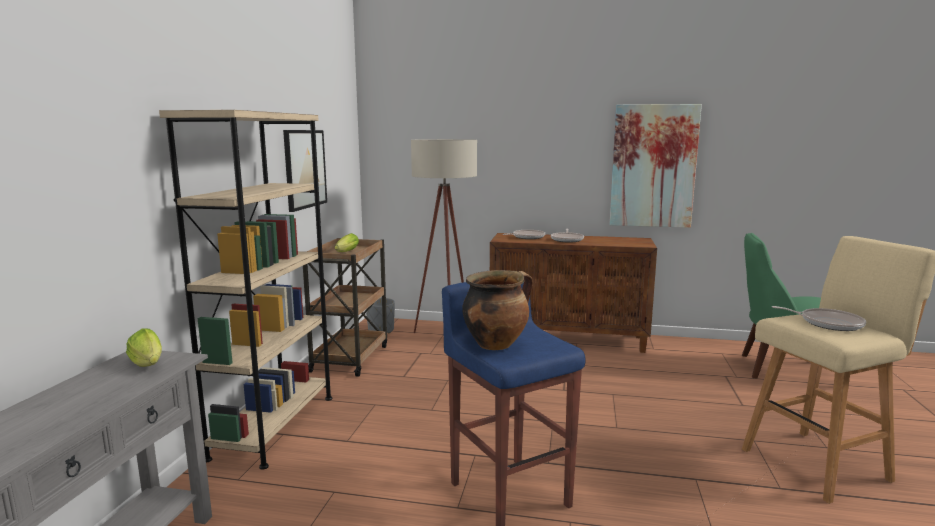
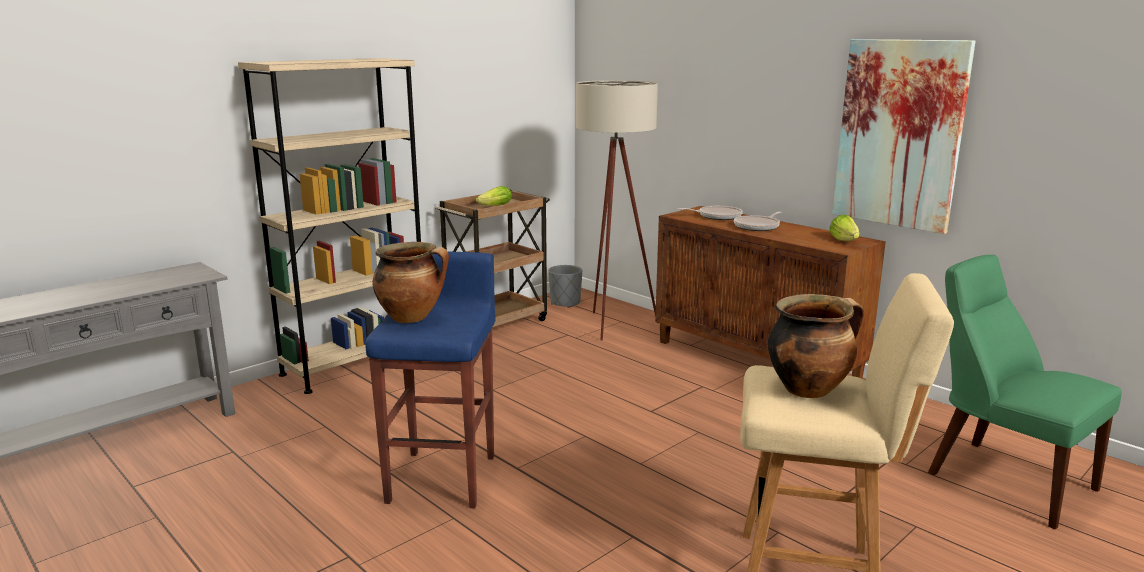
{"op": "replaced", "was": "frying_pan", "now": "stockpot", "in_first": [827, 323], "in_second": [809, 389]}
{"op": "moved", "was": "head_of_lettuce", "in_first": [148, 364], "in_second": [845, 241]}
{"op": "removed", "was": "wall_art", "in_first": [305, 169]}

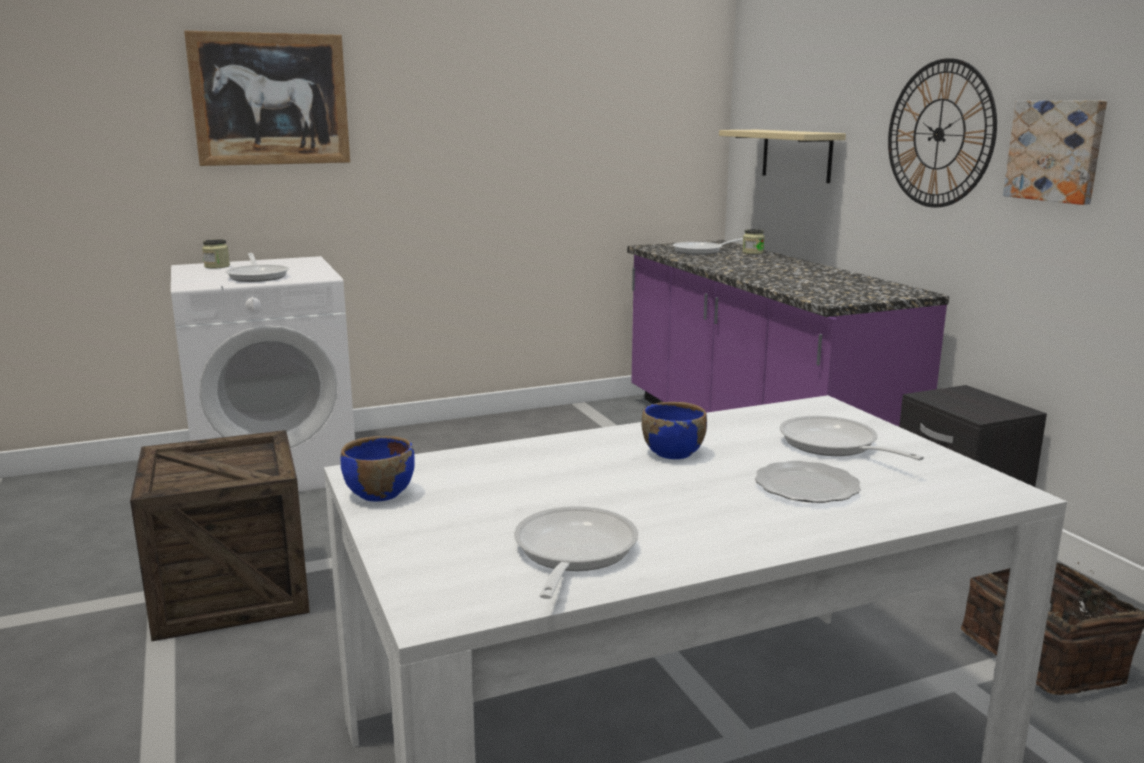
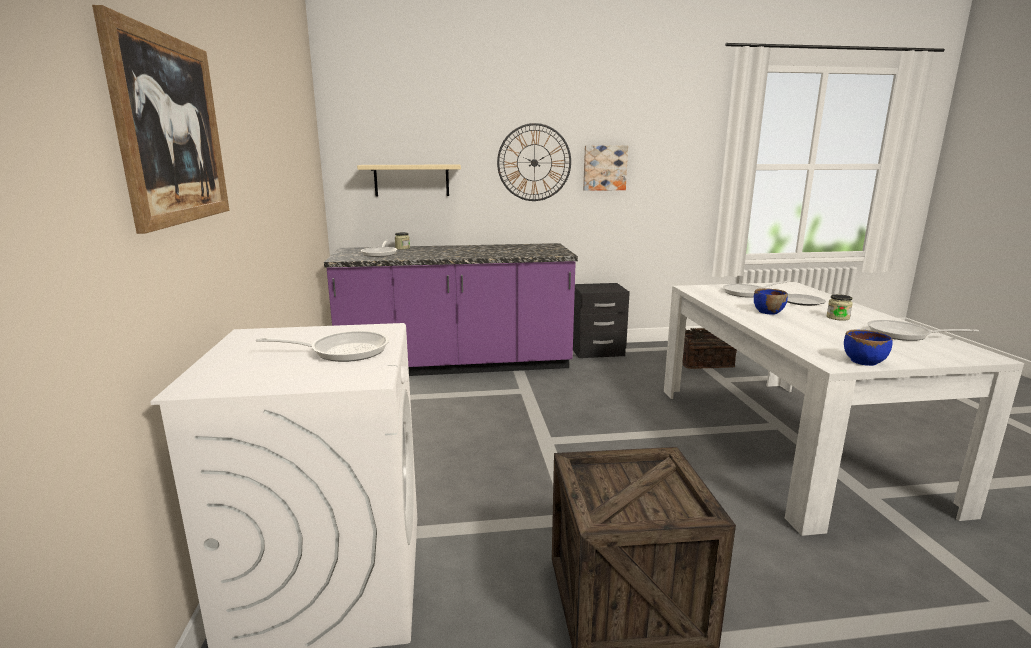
{"op": "moved", "was": "storage_jar", "in_first": [217, 266], "in_second": [837, 317]}

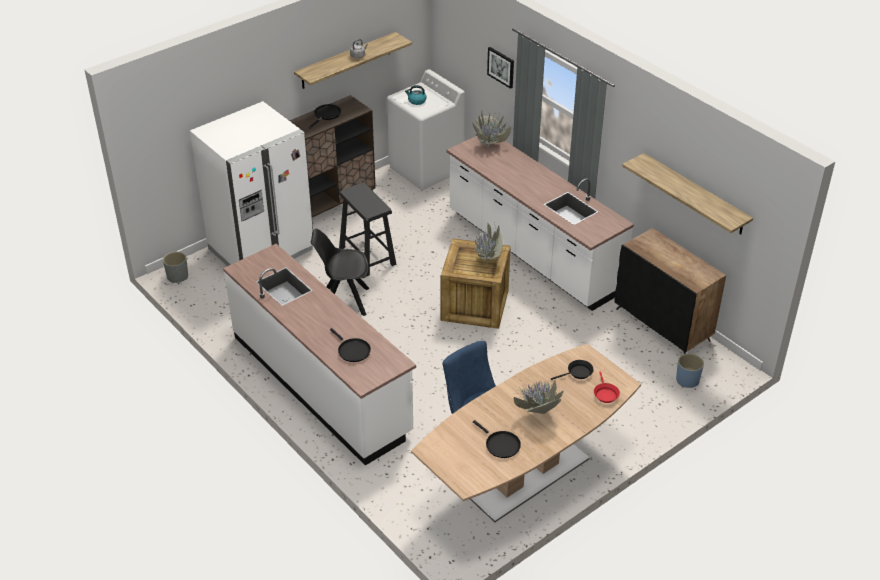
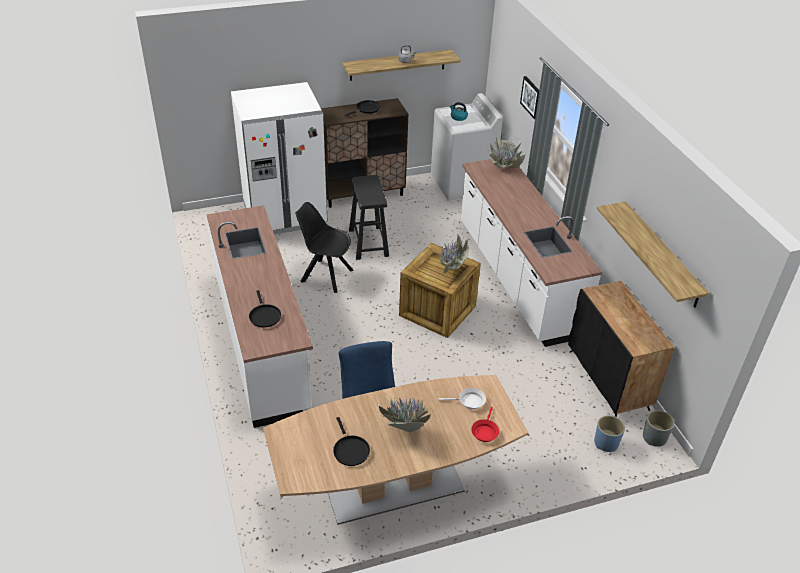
{"op": "recoloured", "was": "blackish_frying_pan", "now": "white_frying_pan", "in_first": [578, 373], "in_second": [469, 401]}
{"op": "moved", "was": "gray_planter", "in_first": [178, 276], "in_second": [654, 437]}

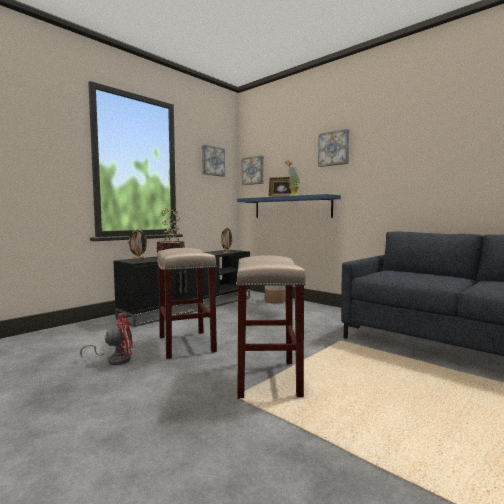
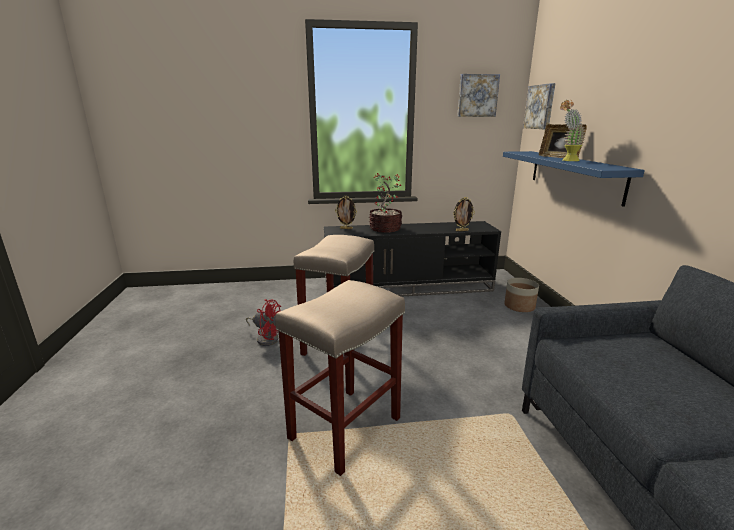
{"op": "removed", "was": "wall_art", "in_first": [334, 148]}

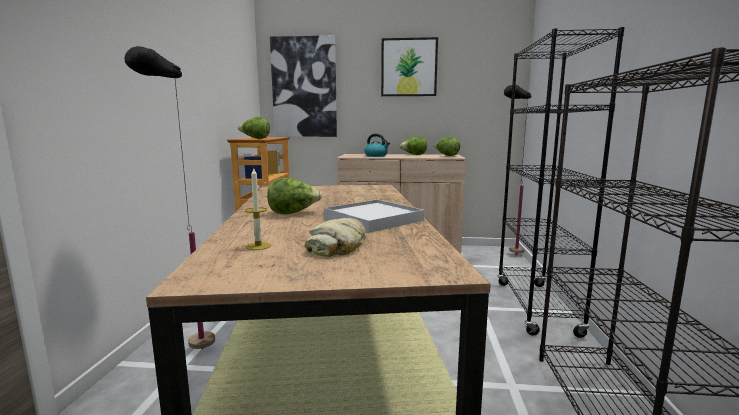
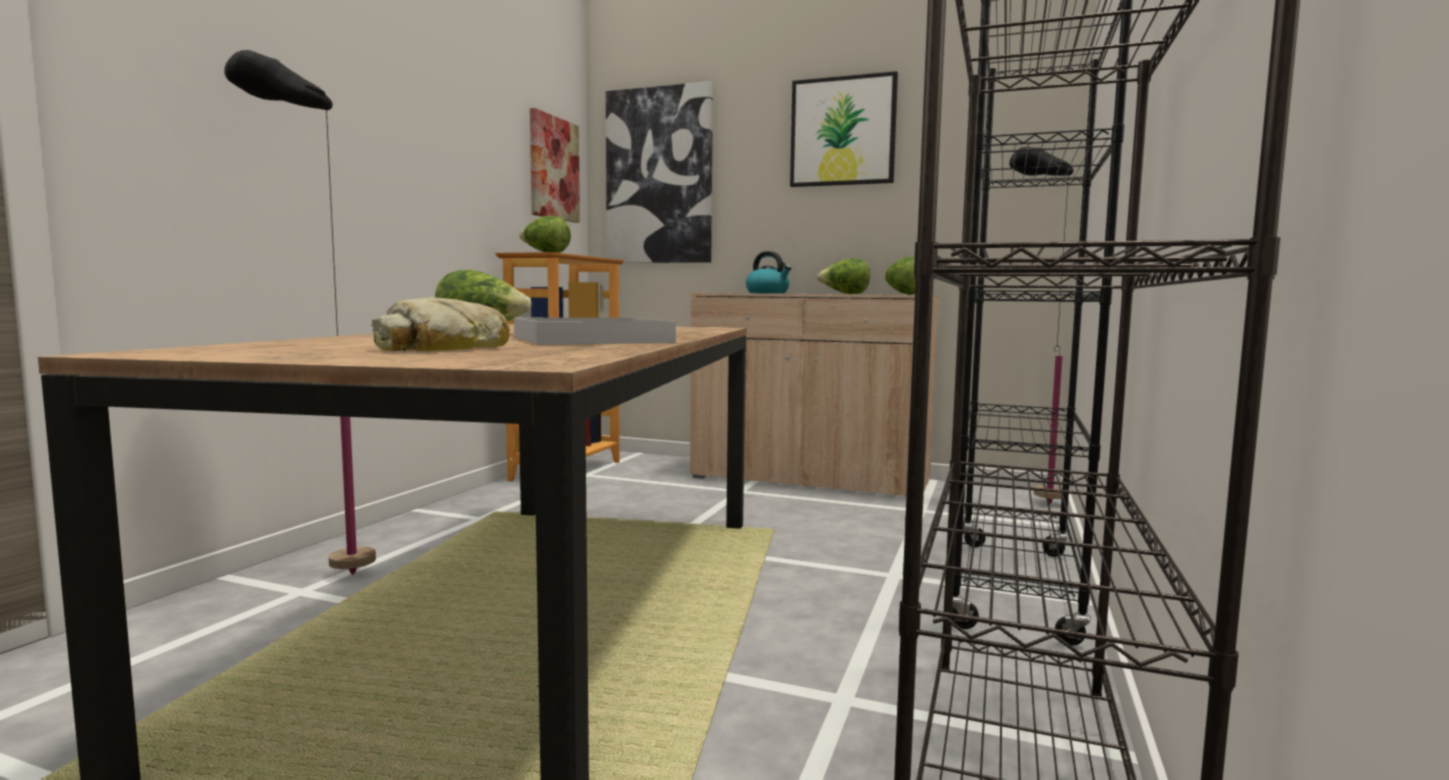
{"op": "added", "now": "wall_art", "in_second": [553, 168]}
{"op": "removed", "was": "wax_light", "in_first": [258, 246]}

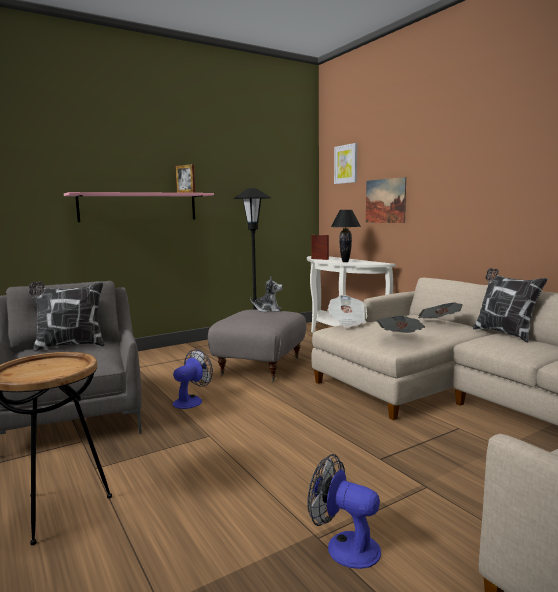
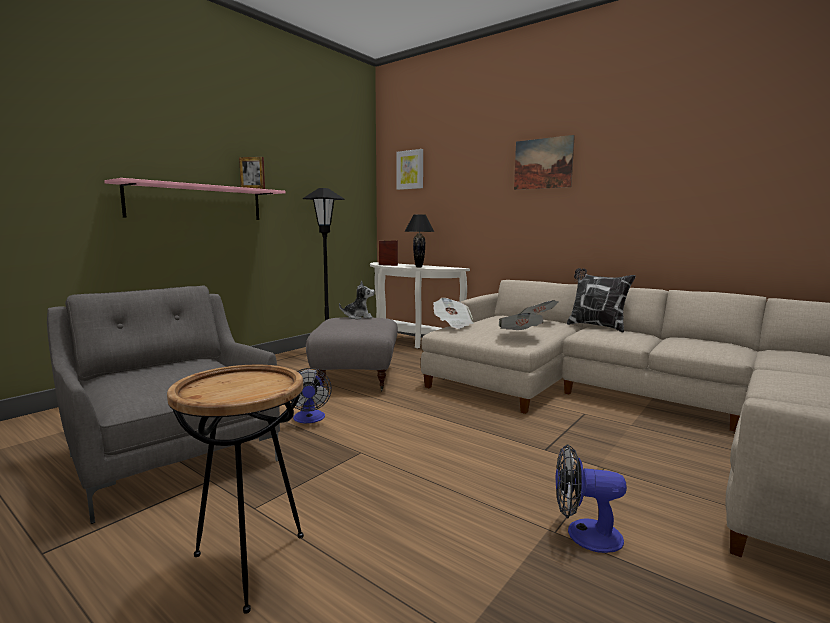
{"op": "turned", "was": "cooling_fan", "in_first": [191, 401], "in_second": [309, 419], "clockwise": 150}
{"op": "moved", "was": "wall_art", "in_first": [385, 201], "in_second": [543, 163]}
{"op": "removed", "was": "throw_pillow", "in_first": [69, 346]}

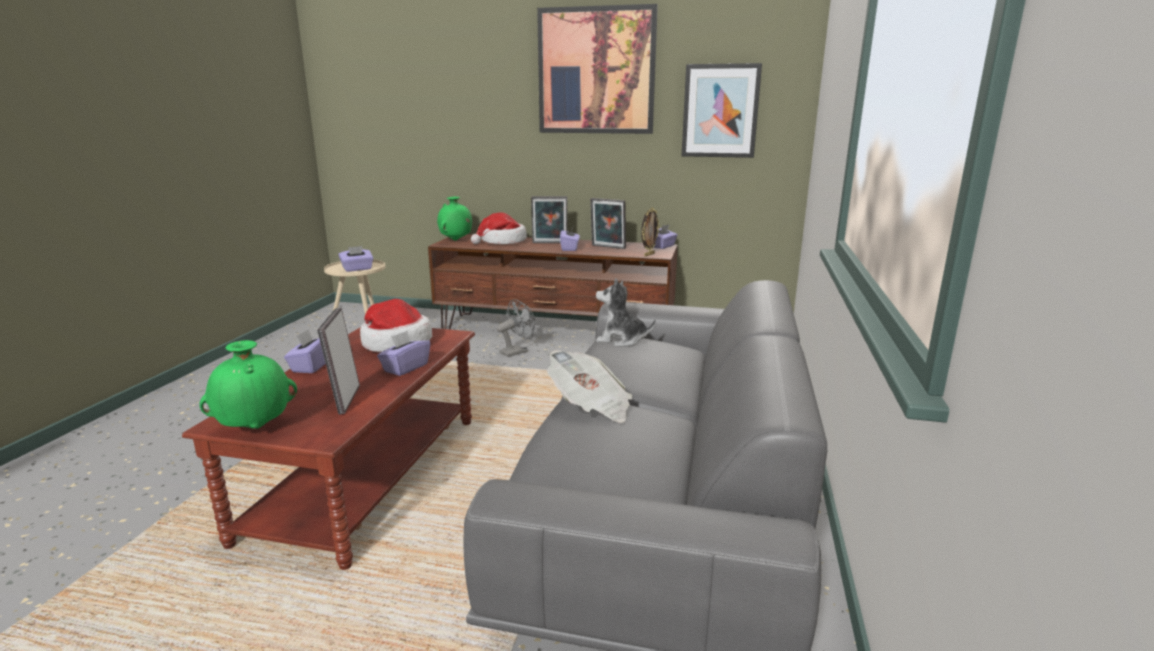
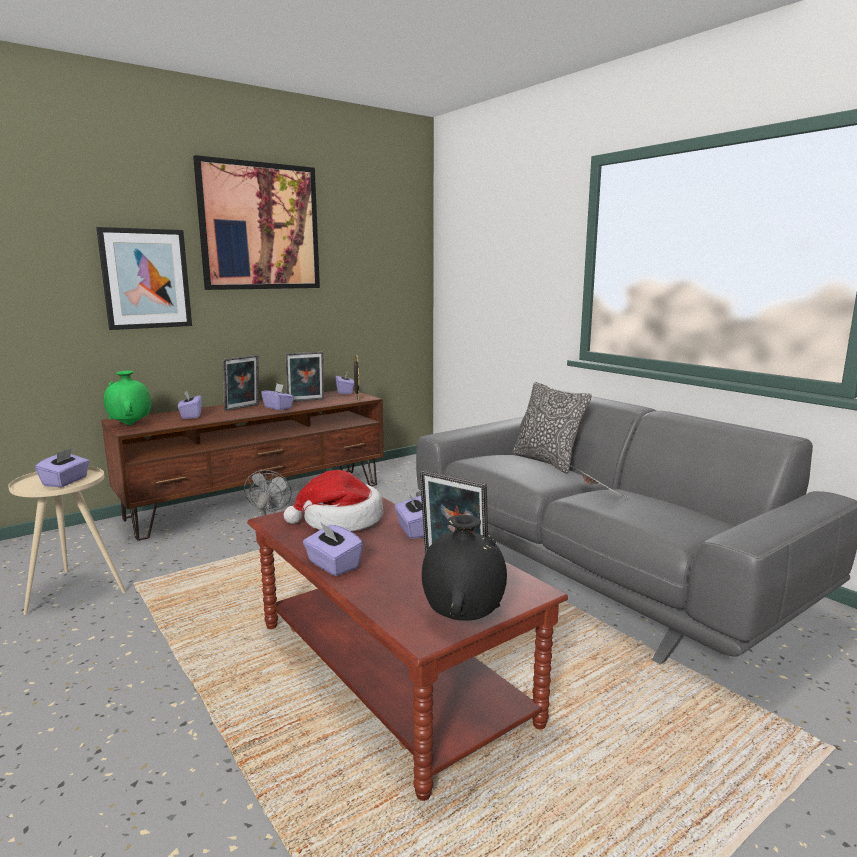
{"op": "moved", "was": "wall_art", "in_first": [720, 111], "in_second": [146, 279]}
{"op": "replaced", "was": "wearable_hat", "now": "purplish_tissue_box", "in_first": [502, 242], "in_second": [191, 416]}
{"op": "recoloured", "was": "greenish_vase", "now": "blackish_vase", "in_first": [256, 427], "in_second": [463, 617]}
{"op": "added", "now": "throw_pillow", "in_second": [547, 461]}
{"op": "removed", "was": "soft_toy", "in_first": [621, 340]}

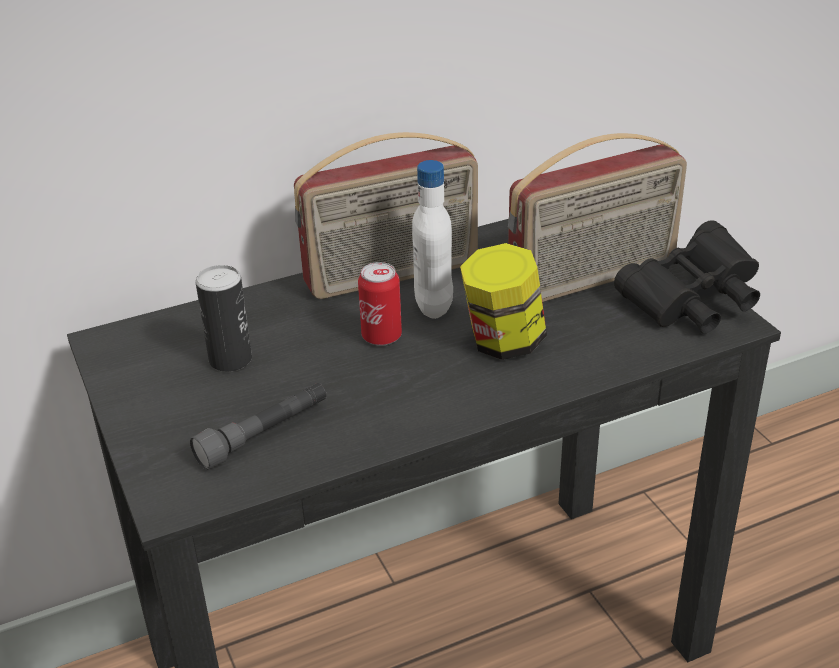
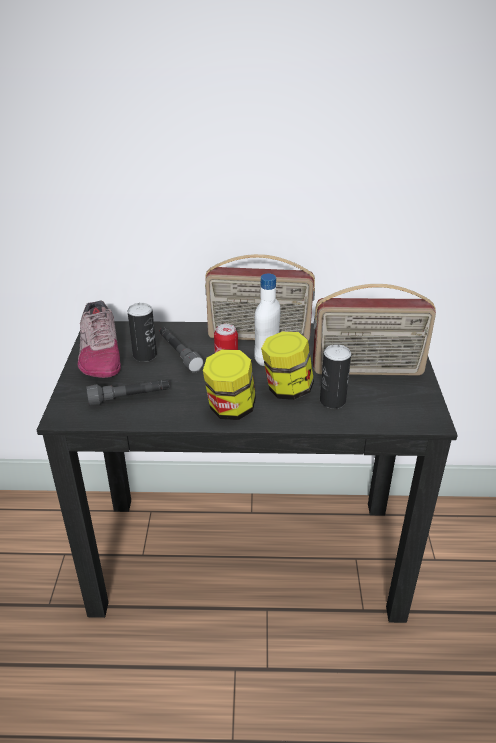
{"op": "added", "now": "item_of_footwear", "in_second": [100, 353]}
{"op": "added", "now": "gray_flashlight", "in_second": [179, 354]}
{"op": "added", "now": "storage_jar", "in_second": [230, 409]}
{"op": "added", "now": "sealed_can", "in_second": [332, 401]}
{"op": "removed", "was": "blackish_pair_of_binoculars", "in_first": [691, 303]}

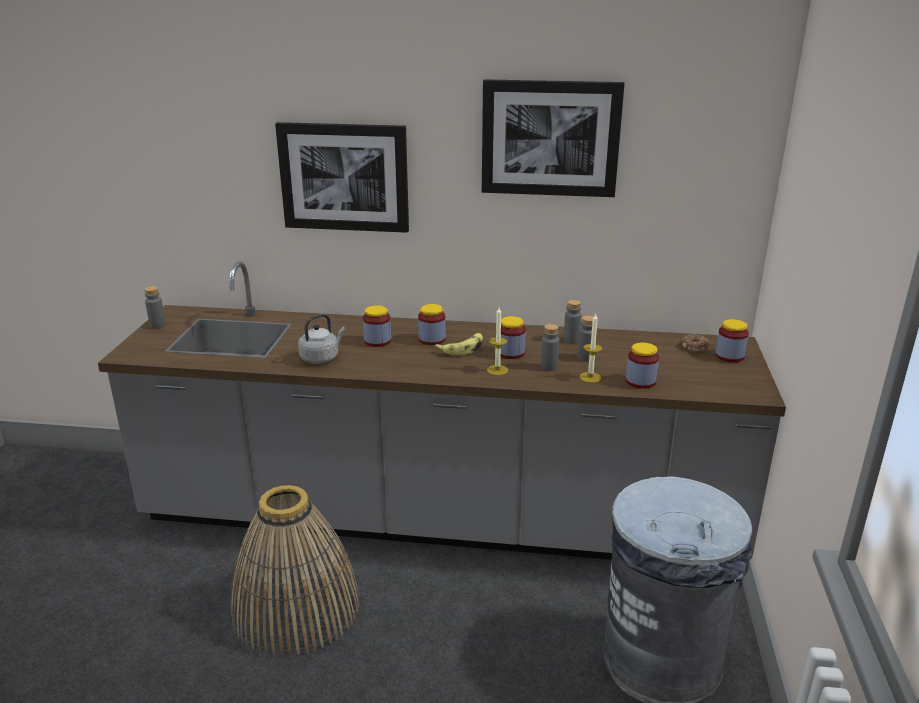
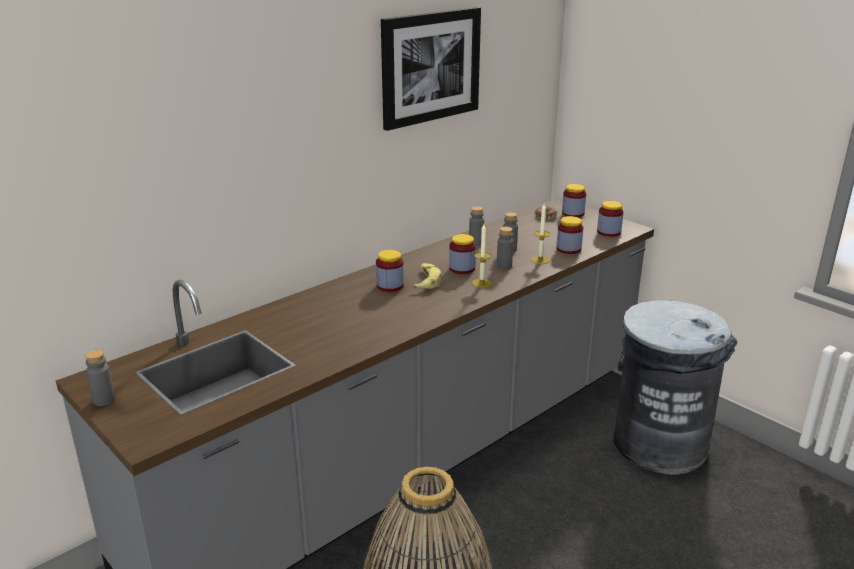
{"op": "moved", "was": "storage_jar", "in_first": [377, 341], "in_second": [608, 232]}
{"op": "removed", "was": "wall_art", "in_first": [344, 177]}
{"op": "removed", "was": "gray_tea_kettle", "in_first": [321, 358]}

